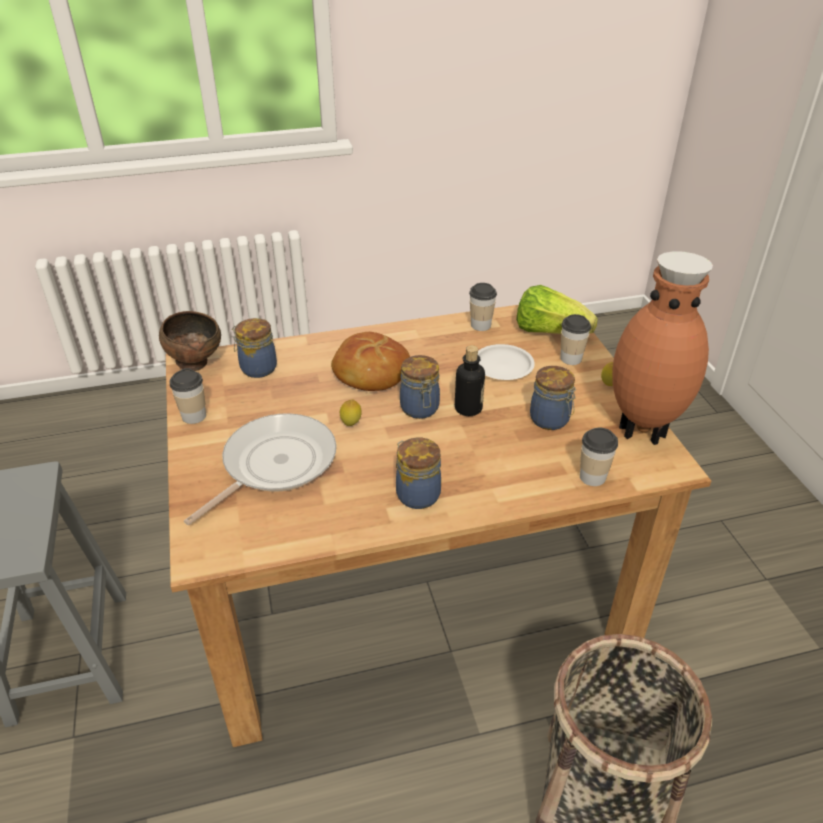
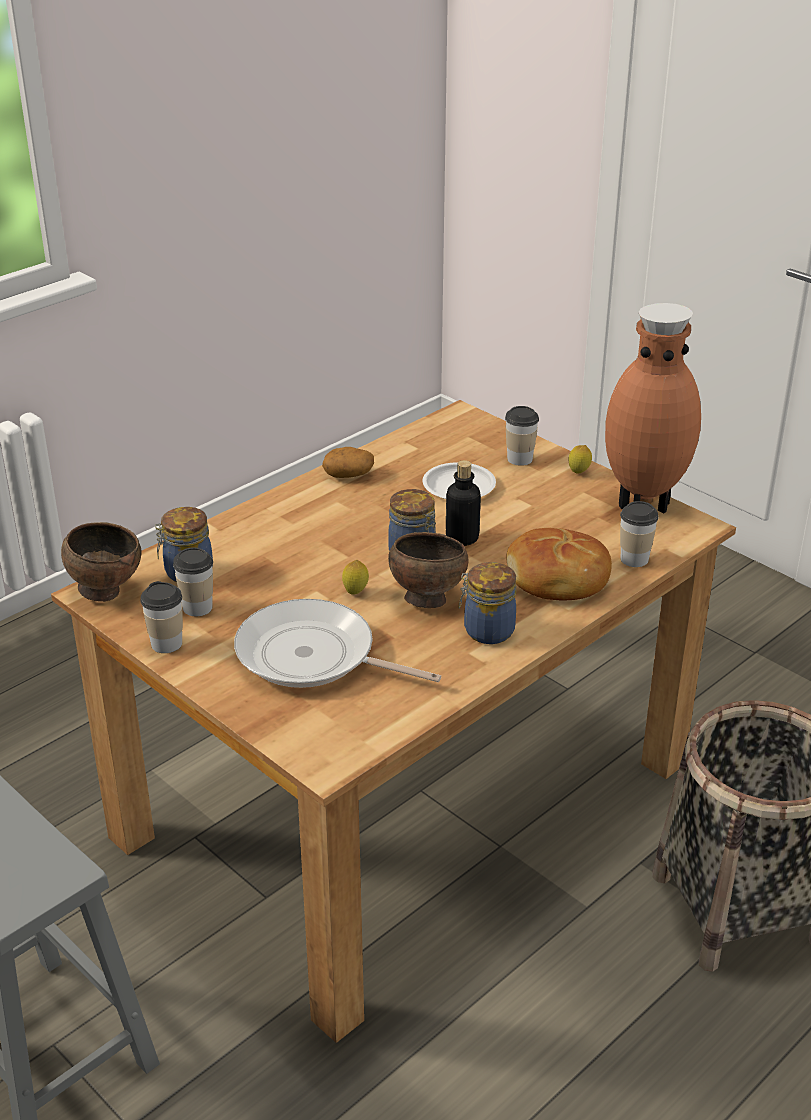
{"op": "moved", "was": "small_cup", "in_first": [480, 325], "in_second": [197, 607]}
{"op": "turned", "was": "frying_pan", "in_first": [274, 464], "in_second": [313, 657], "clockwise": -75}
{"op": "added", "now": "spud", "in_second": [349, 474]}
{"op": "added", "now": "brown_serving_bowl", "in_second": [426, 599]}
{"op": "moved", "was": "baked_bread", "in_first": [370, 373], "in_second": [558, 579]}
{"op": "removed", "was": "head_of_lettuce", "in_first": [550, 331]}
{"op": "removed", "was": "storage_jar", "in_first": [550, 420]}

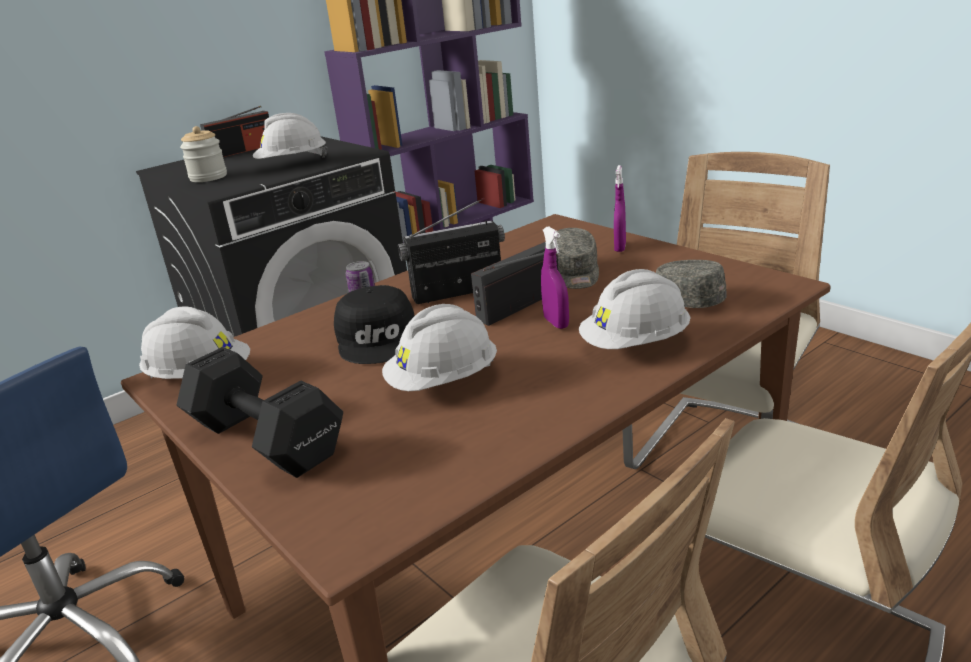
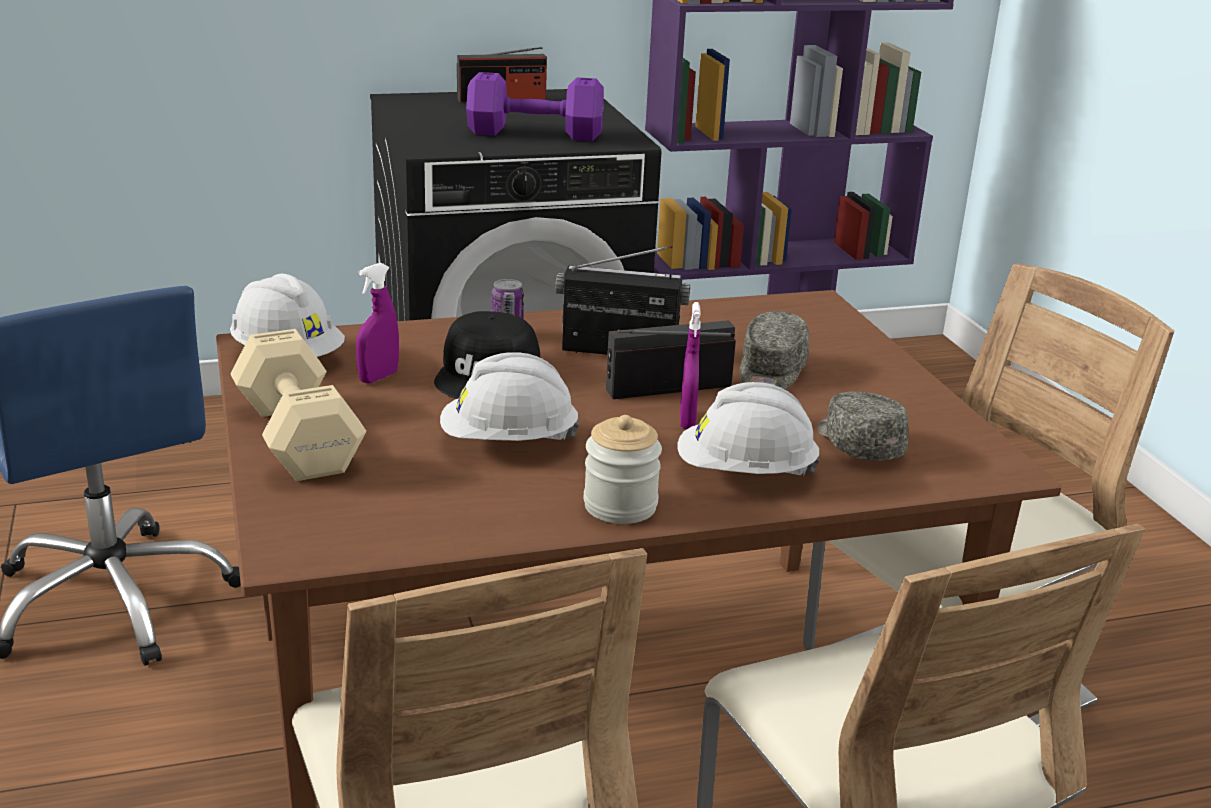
{"op": "recoloured", "was": "blackish_hand_weight", "now": "beige_hand_weight", "in_first": [264, 437], "in_second": [298, 435]}
{"op": "moved", "was": "purplish_sprayer", "in_first": [620, 247], "in_second": [378, 377]}
{"op": "replaced", "was": "white_work_helmet", "now": "purplish_hand_weight", "in_first": [292, 163], "in_second": [538, 134]}
{"op": "moved", "was": "storage_jar", "in_first": [208, 177], "in_second": [620, 506]}

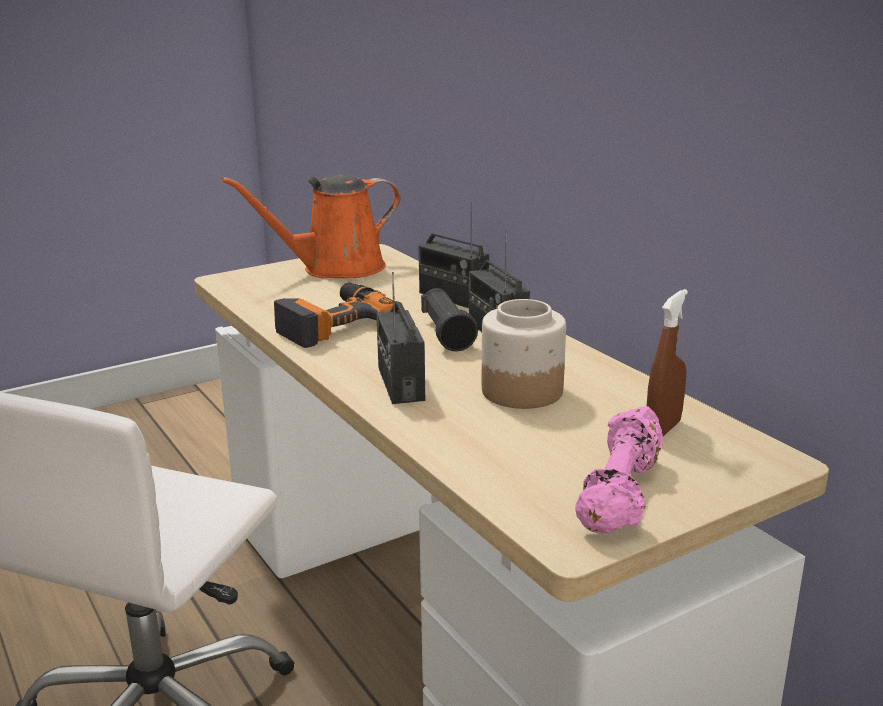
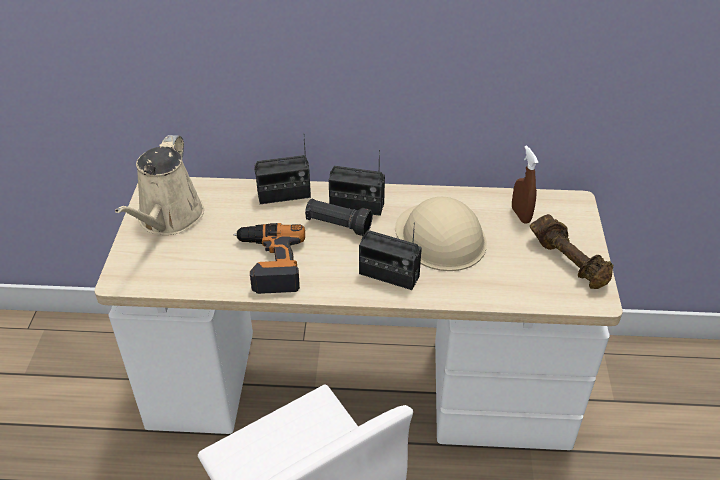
{"op": "recoloured", "was": "orange-coloured_watering_pot", "now": "beige_watering_pot", "in_first": [335, 269], "in_second": [168, 218]}
{"op": "replaced", "was": "storage_jar", "now": "beige_work_helmet", "in_first": [521, 391], "in_second": [440, 237]}
{"op": "recoloured", "was": "pinkish_hand_weight", "now": "brown_hand_weight", "in_first": [622, 494], "in_second": [569, 262]}

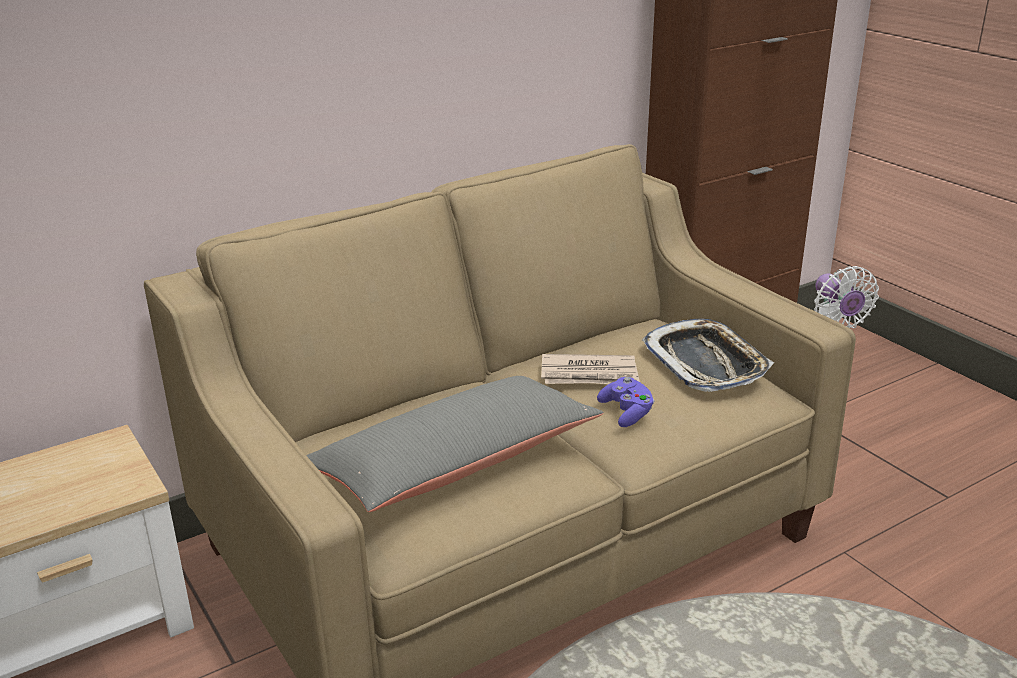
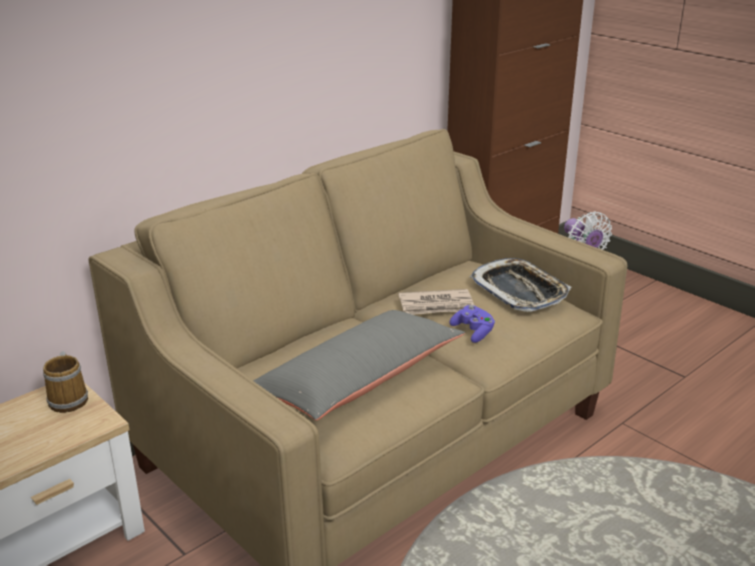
{"op": "added", "now": "tea_mug", "in_second": [70, 399]}

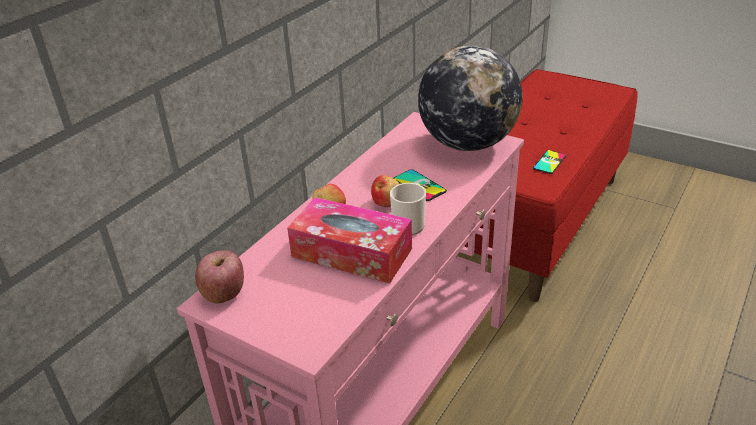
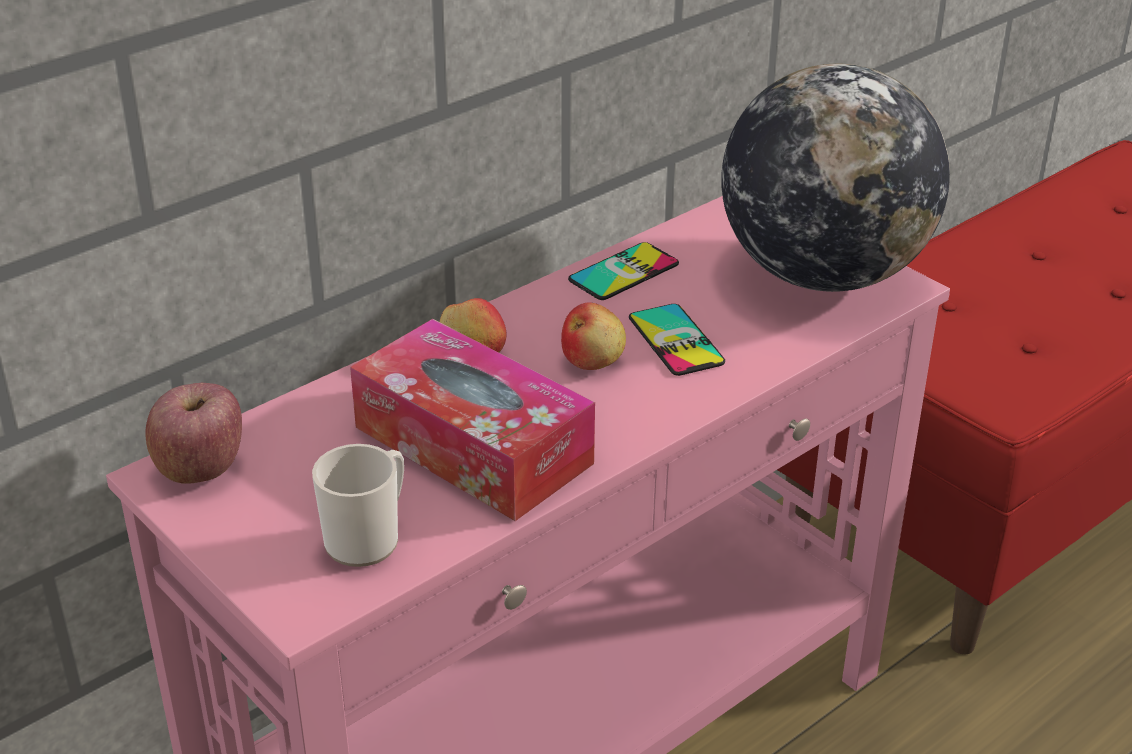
{"op": "moved", "was": "tea_mug", "in_first": [410, 224], "in_second": [368, 538]}
{"op": "moved", "was": "handset", "in_first": [549, 162], "in_second": [623, 272]}

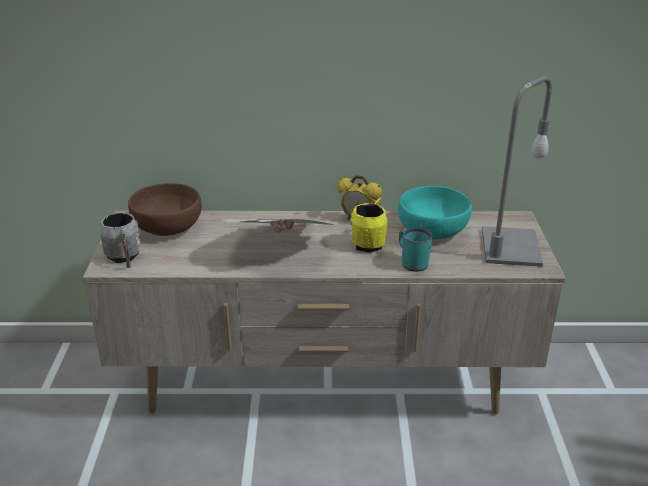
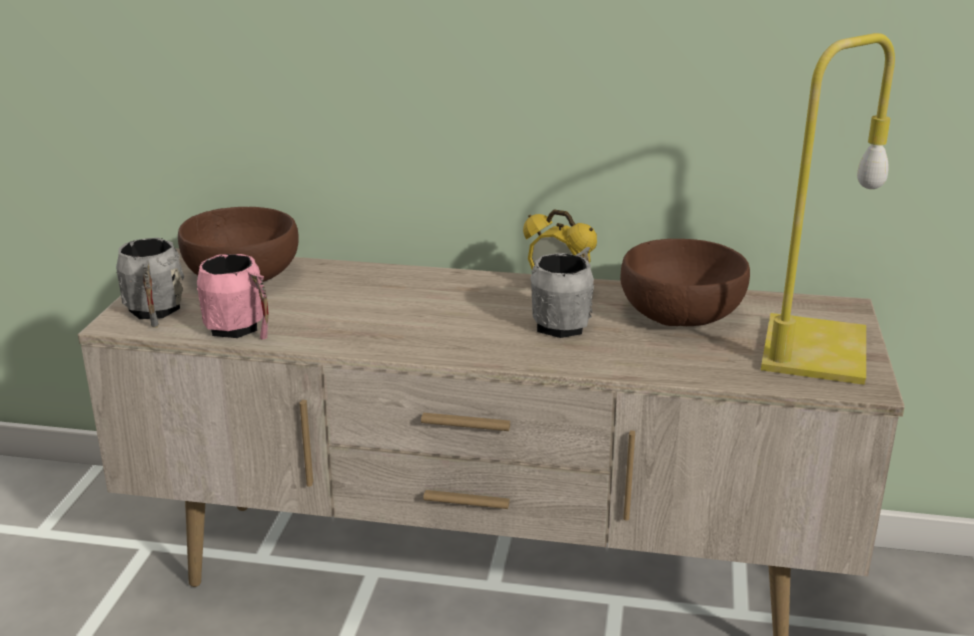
{"op": "added", "now": "pinkish_tea_mug", "in_second": [241, 330]}
{"op": "recoloured", "was": "yellow_tea_mug", "now": "gray_tea_mug", "in_first": [370, 242], "in_second": [565, 323]}
{"op": "recoloured", "was": "blue-green_serving_bowl", "now": "brown_serving_bowl", "in_first": [433, 230], "in_second": [682, 313]}
{"op": "recoloured", "was": "gray_lamp_for_a_table", "now": "yellow_lamp_for_a_table", "in_first": [511, 248], "in_second": [816, 351]}
{"op": "removed", "was": "printed_paper", "in_first": [281, 247]}
{"op": "removed", "was": "blue-green_tea_mug", "in_first": [412, 262]}

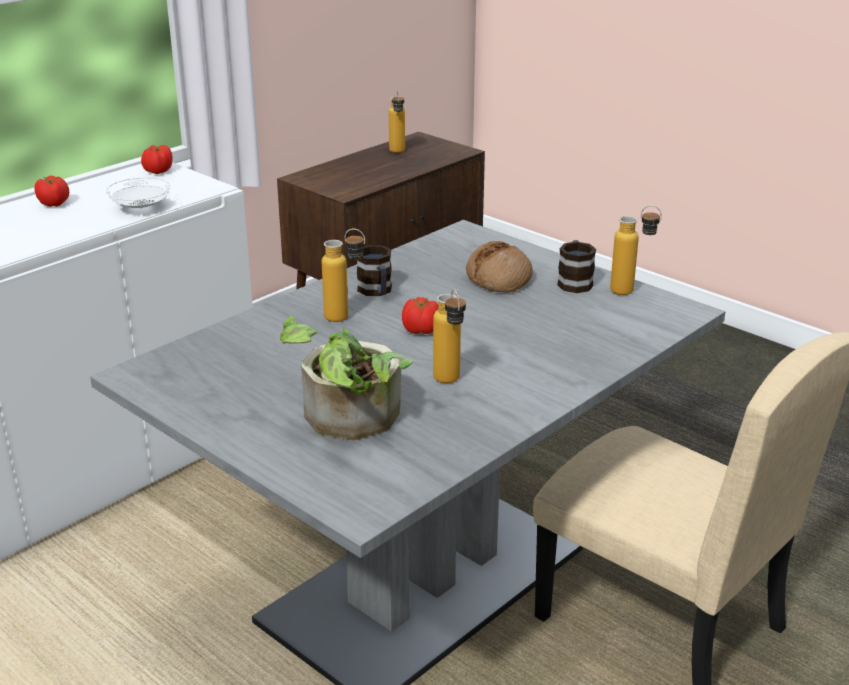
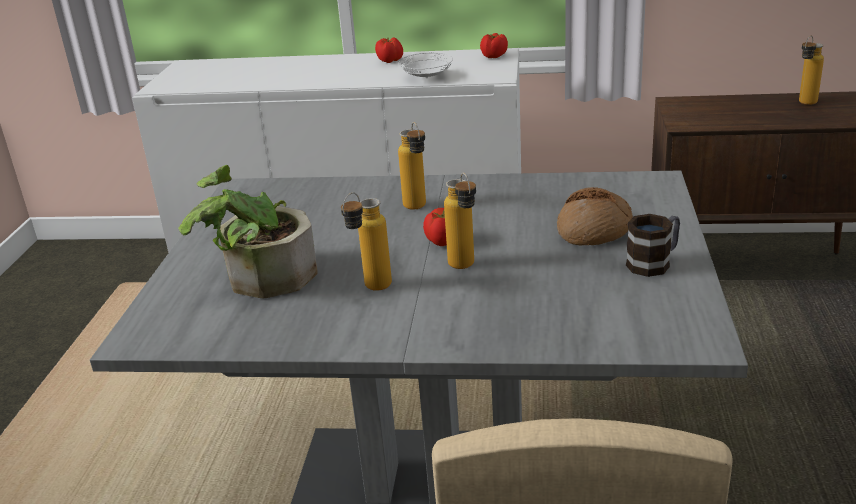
{"op": "moved", "was": "beverage_bottle", "in_first": [631, 292], "in_second": [465, 268]}
{"op": "removed", "was": "tea_mug", "in_first": [377, 292]}

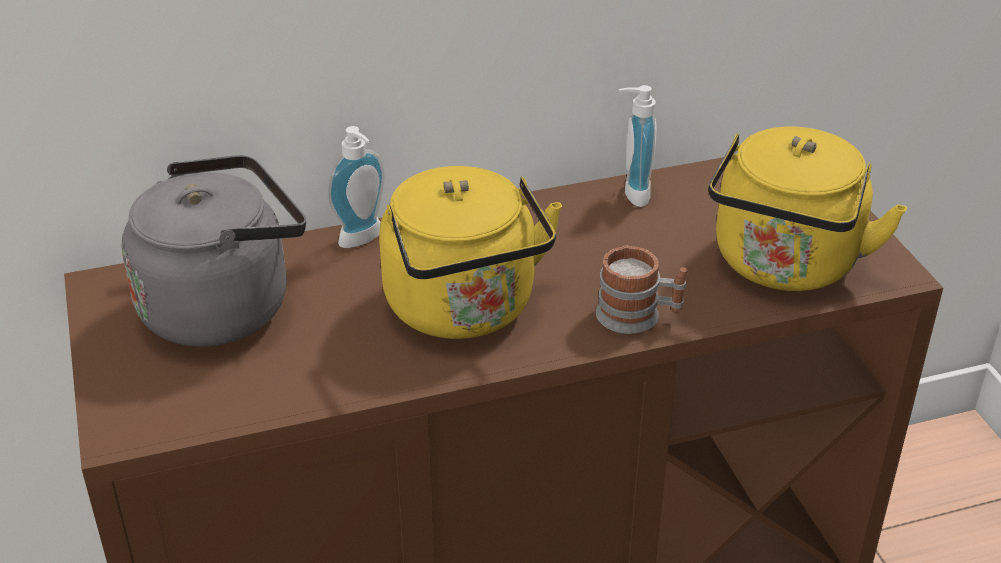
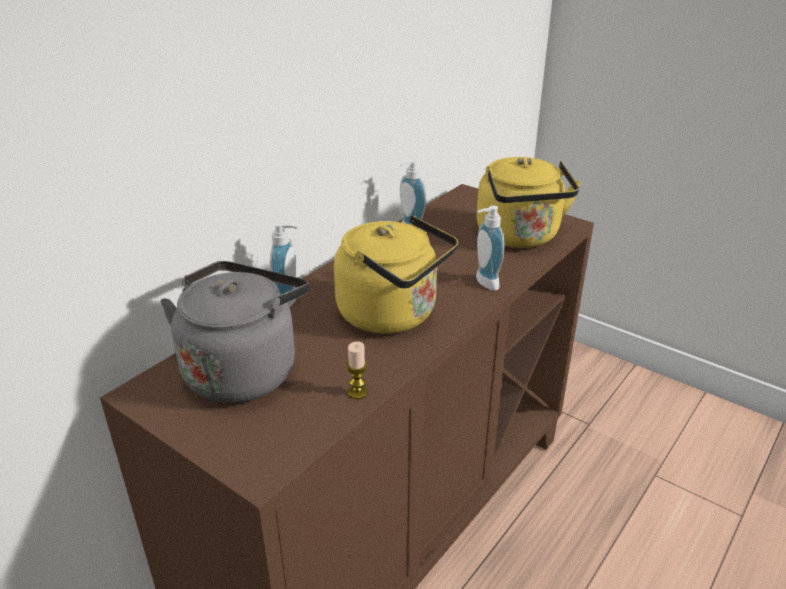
{"op": "added", "now": "wax_light", "in_second": [357, 392]}
{"op": "replaced", "was": "tea_mug", "now": "liquid_soap_bottle", "in_first": [638, 316], "in_second": [483, 283]}

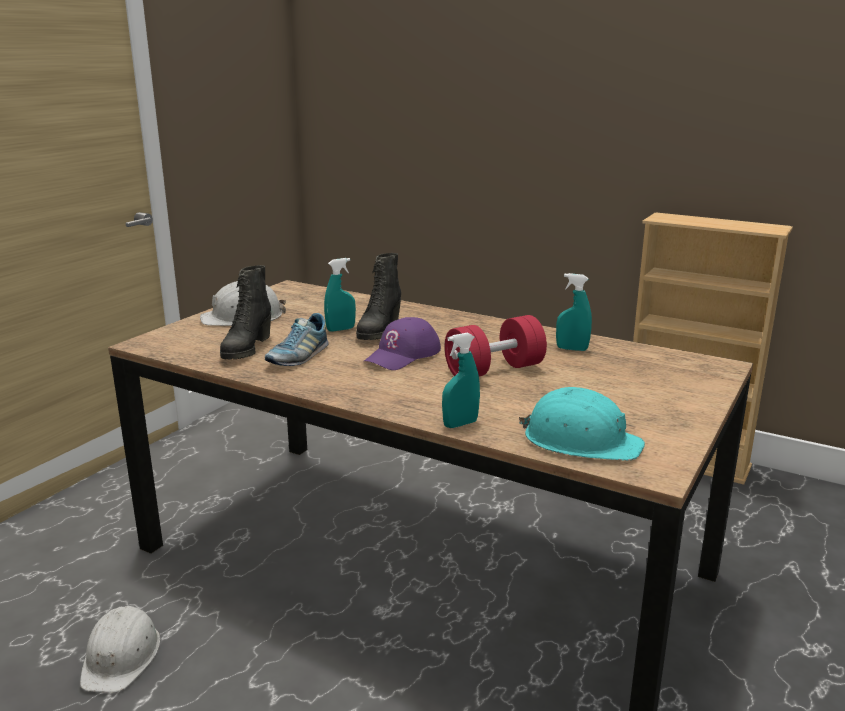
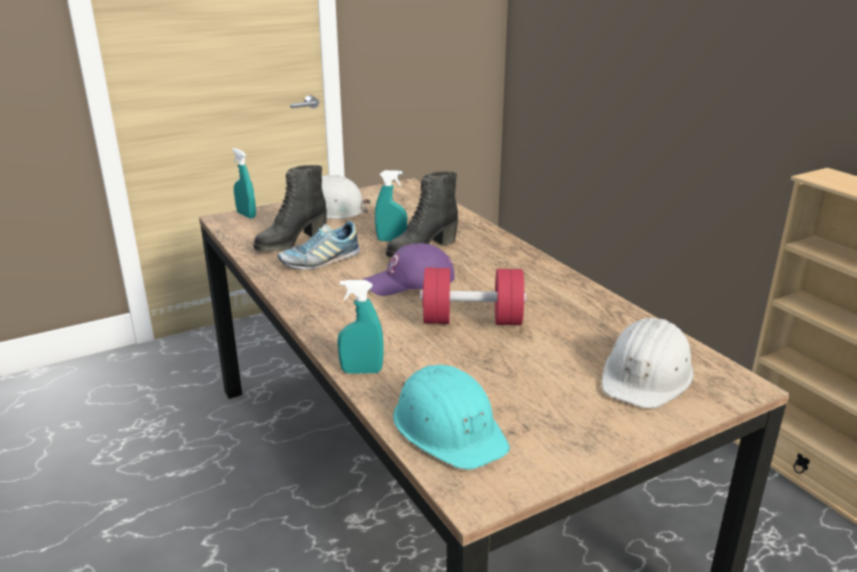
{"op": "moved", "was": "blue-green_sprayer", "in_first": [572, 349], "in_second": [246, 215]}
{"op": "moved", "was": "white_work_helmet", "in_first": [122, 656], "in_second": [647, 375]}

